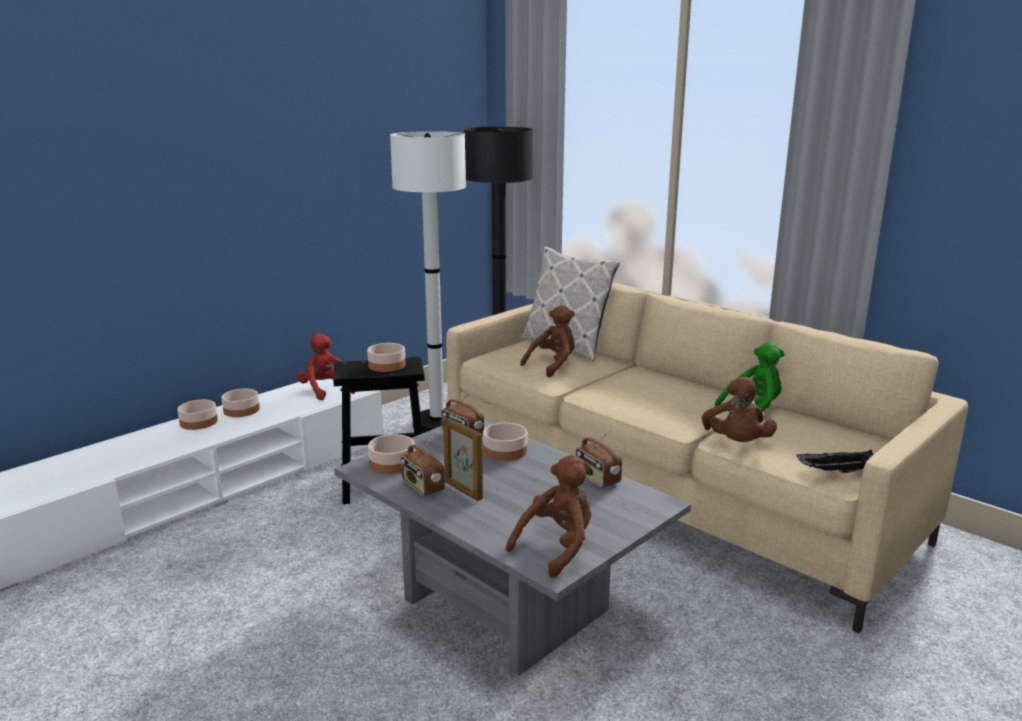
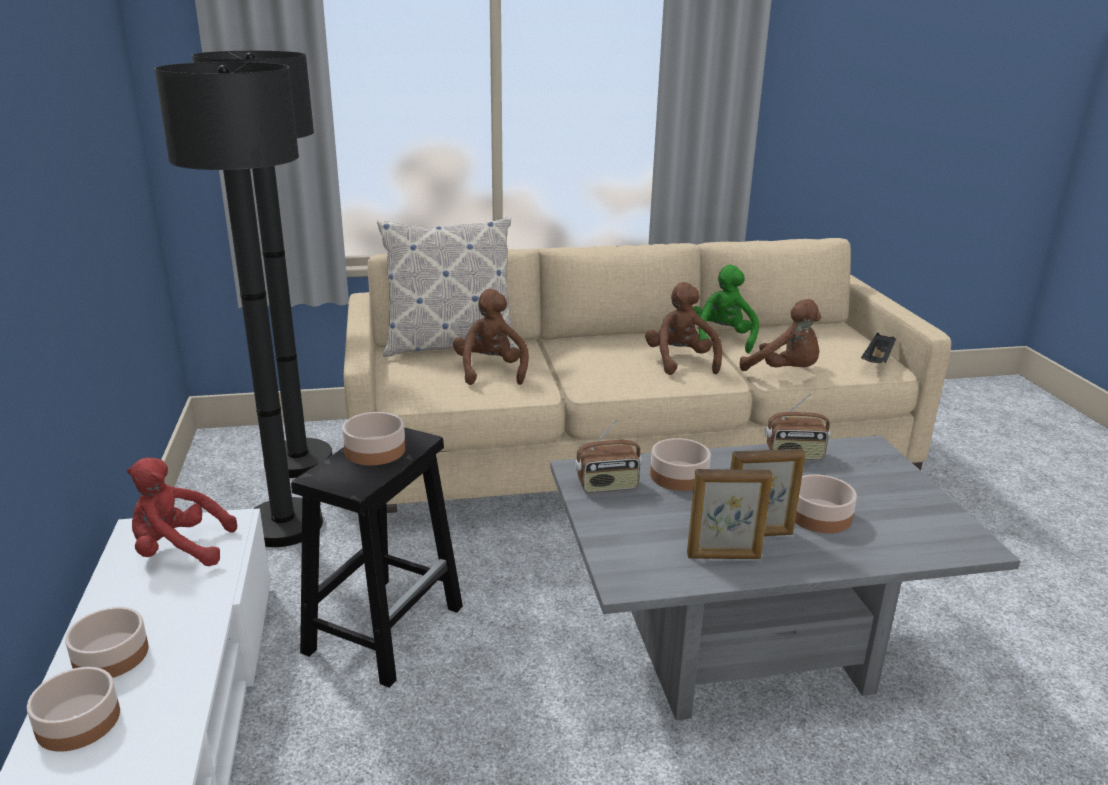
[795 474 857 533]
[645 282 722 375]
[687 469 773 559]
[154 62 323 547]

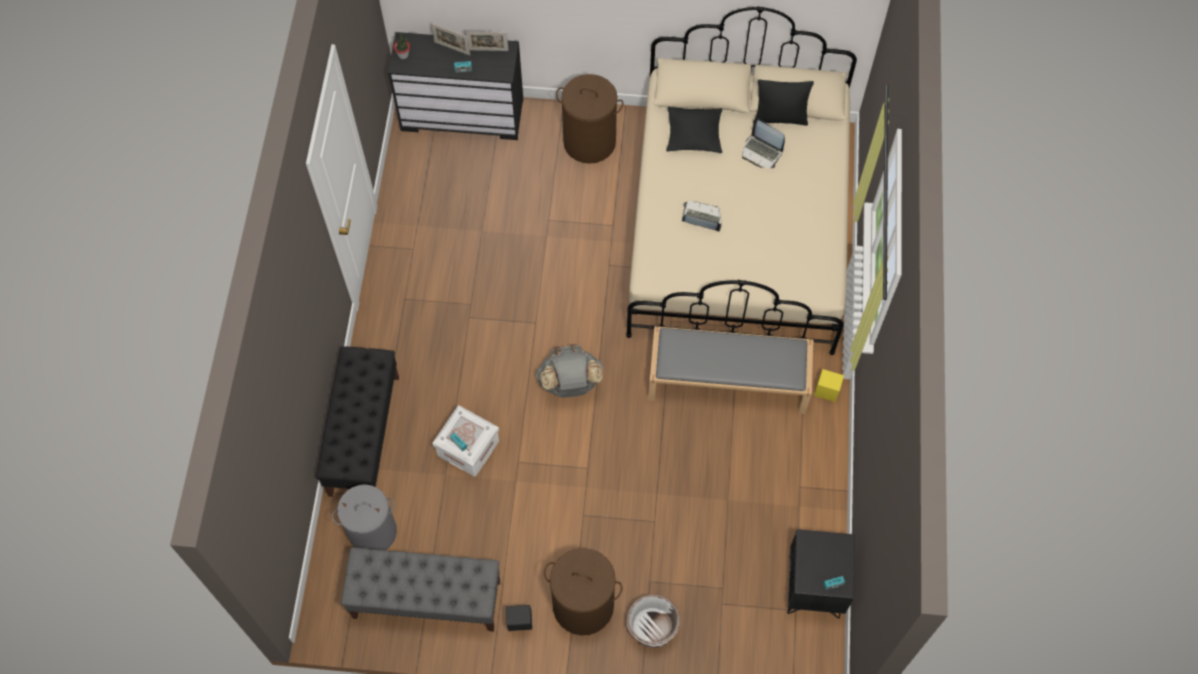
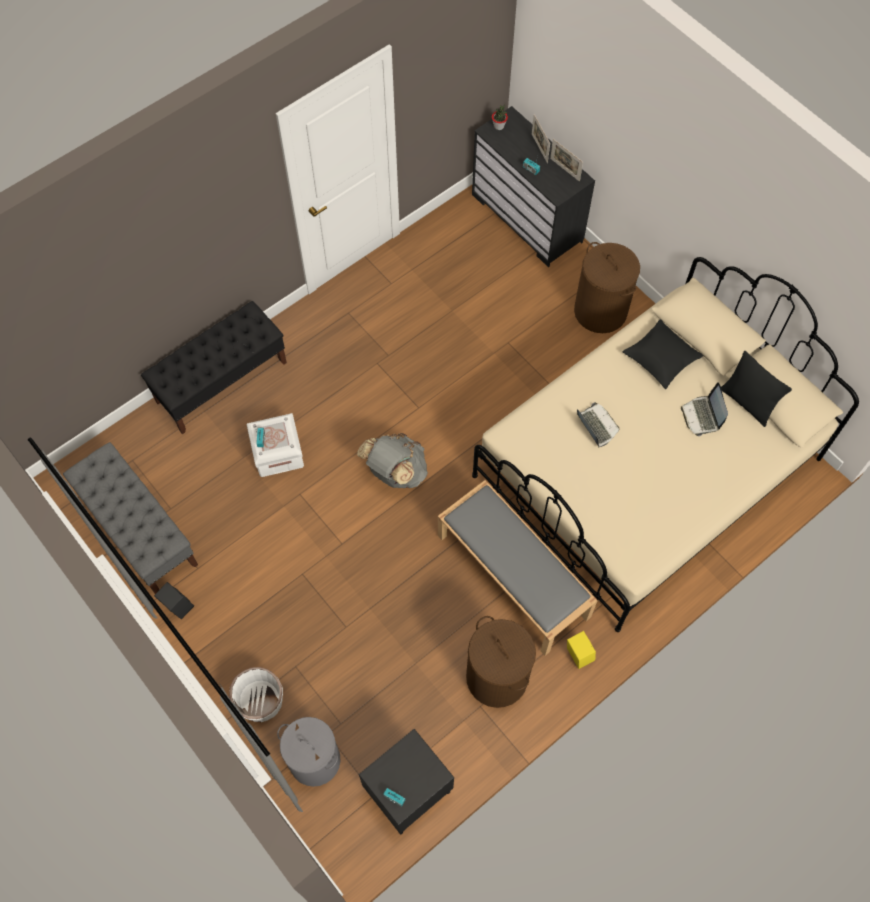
[277 717 341 787]
[466 616 536 708]

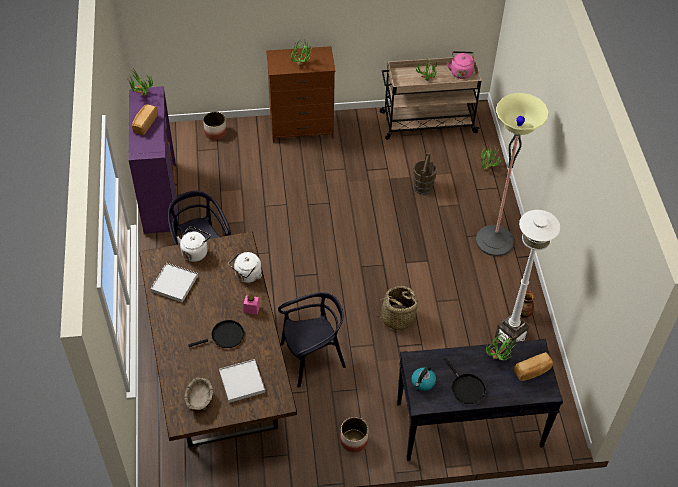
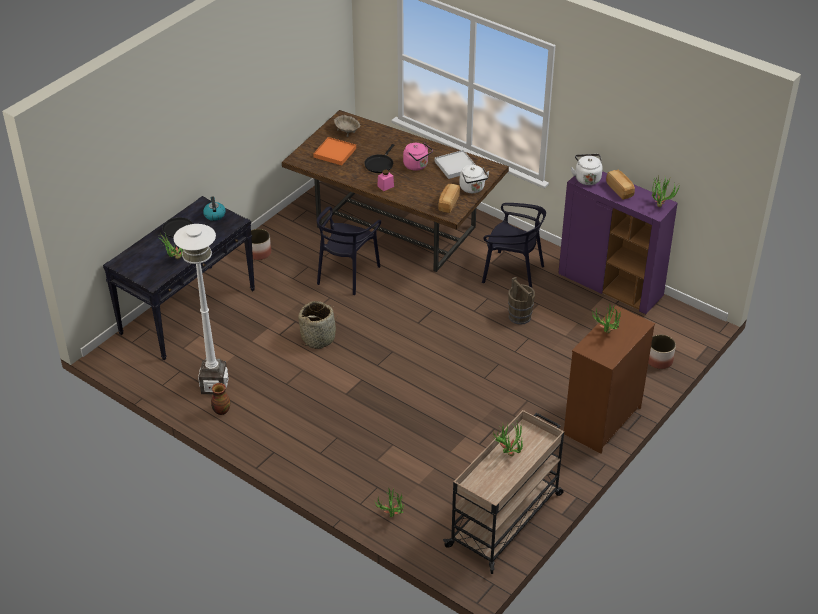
[476 93 549 256] (first image)
[571 154 603 185]
[508 277 535 325]
[403 142 433 171]
[438 184 460 213]
[313 137 356 165]

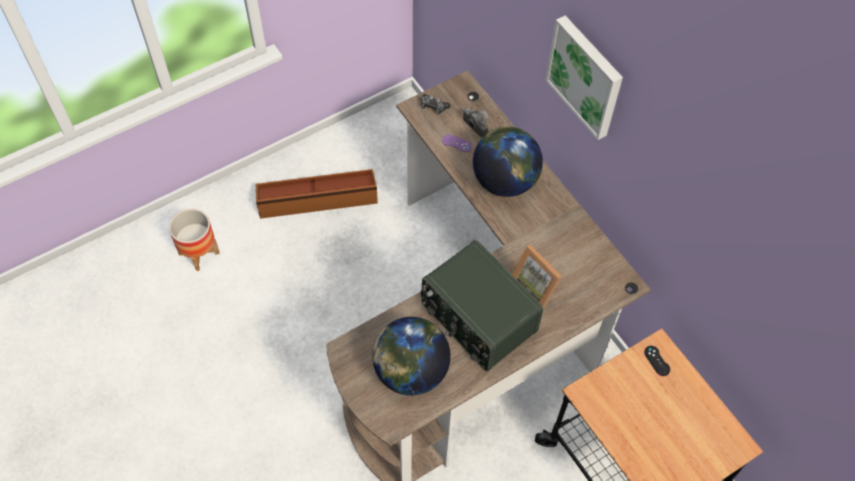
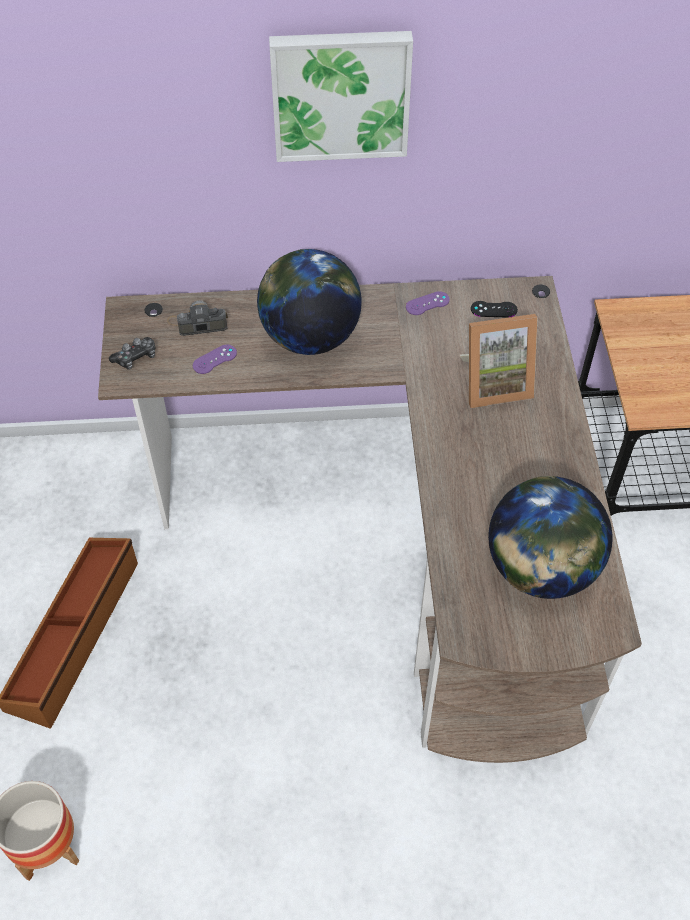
[421 240 543 371] (first image)
[406 291 450 315]
[471 301 518 318]

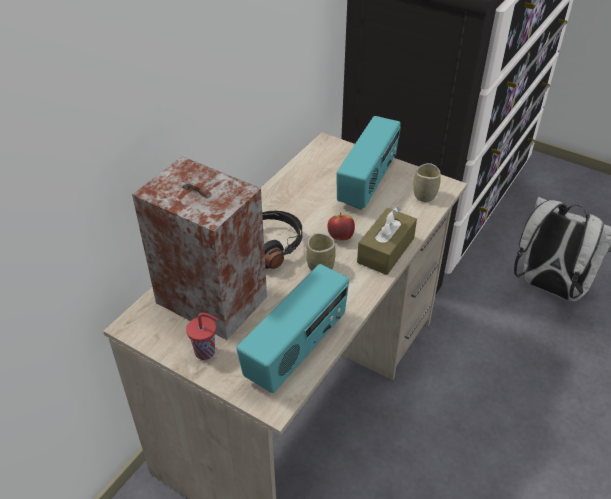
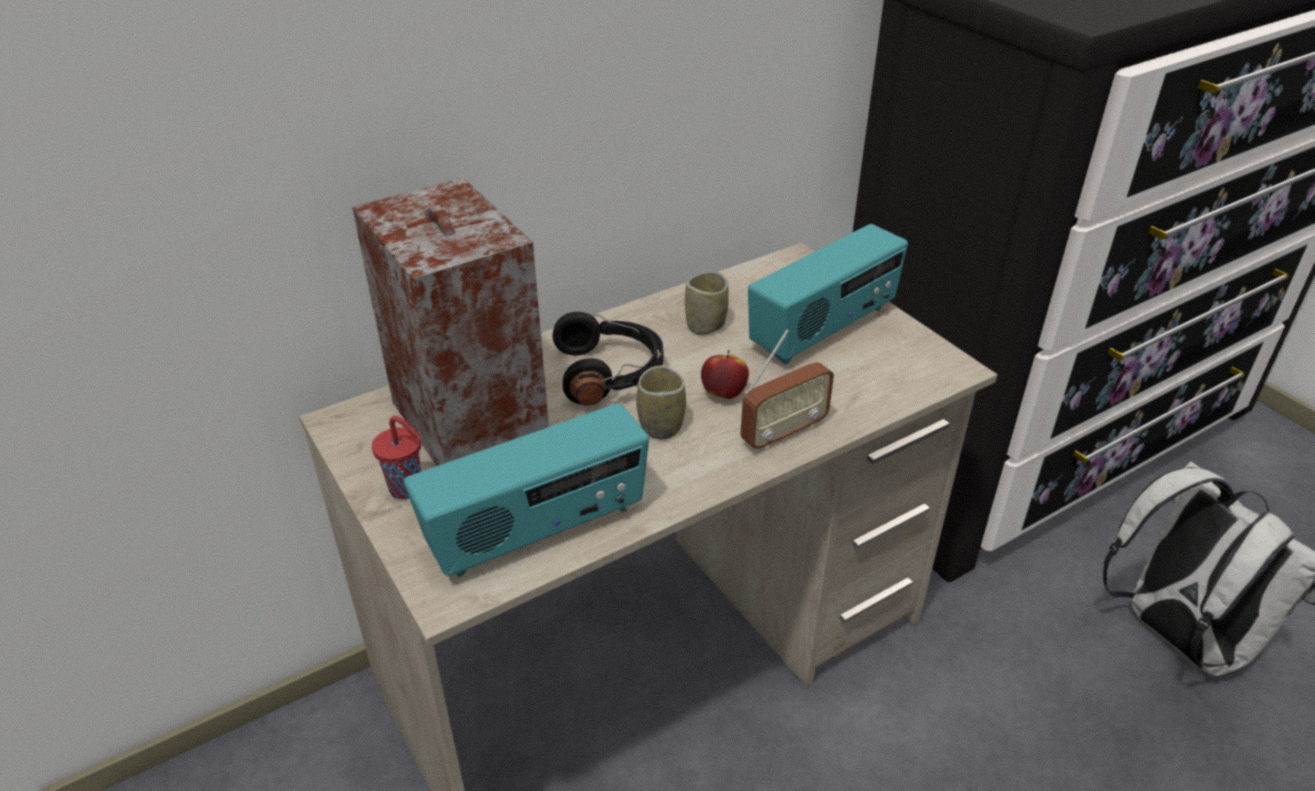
[685 272 729 335]
[740 329 834 451]

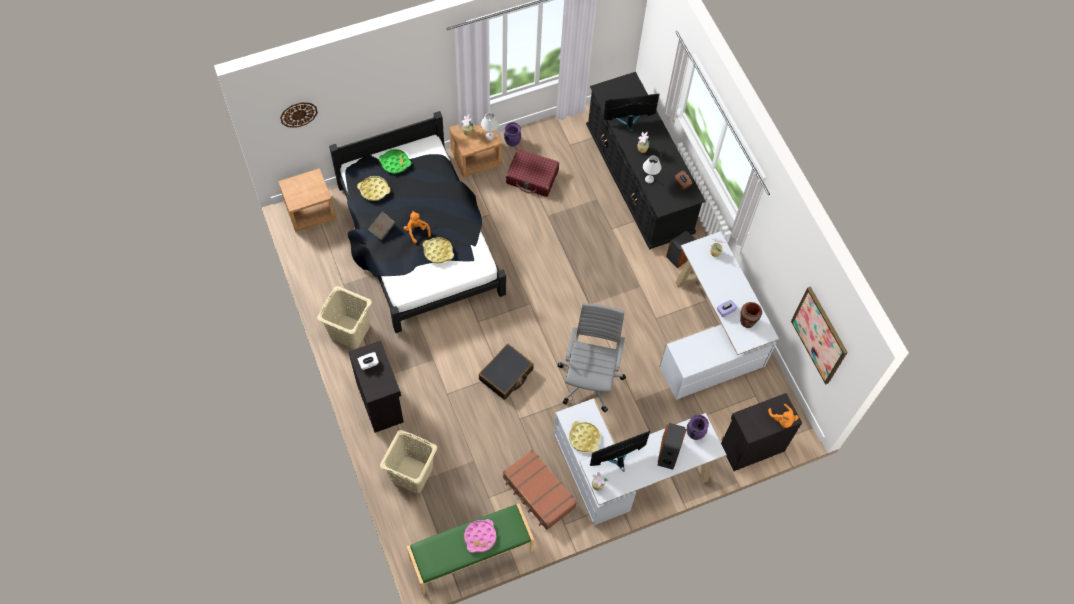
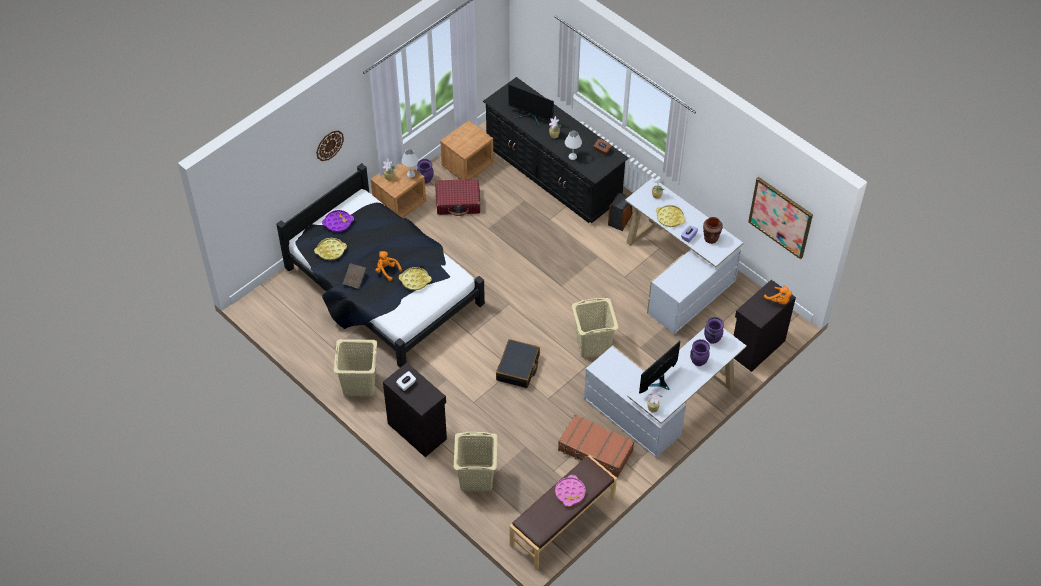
[440 120 494 180]
[316 130 344 161]
[656 205 685 227]
[572 298 618 358]
[690 339 710 366]
[322 210 354 232]
[510 455 617 570]
[508 84 554 129]

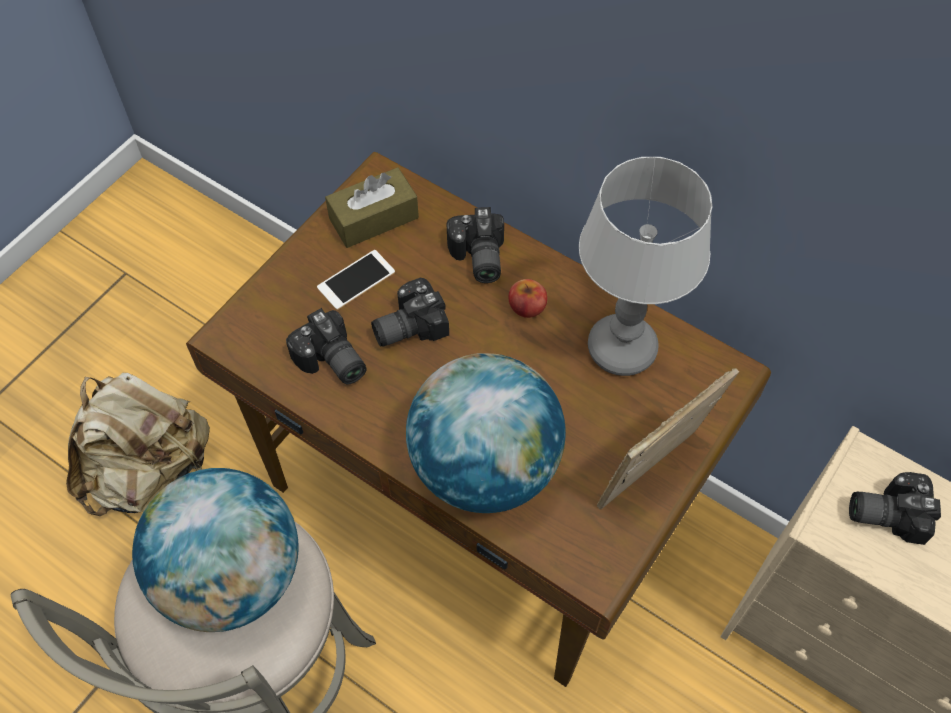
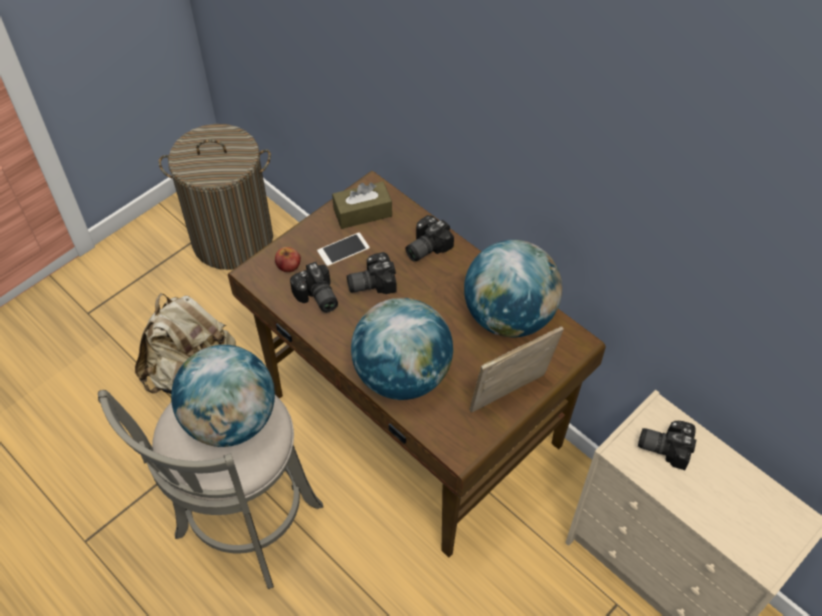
[159 124 273 270]
[275 247 301 272]
[464 240 562 338]
[405 215 454 262]

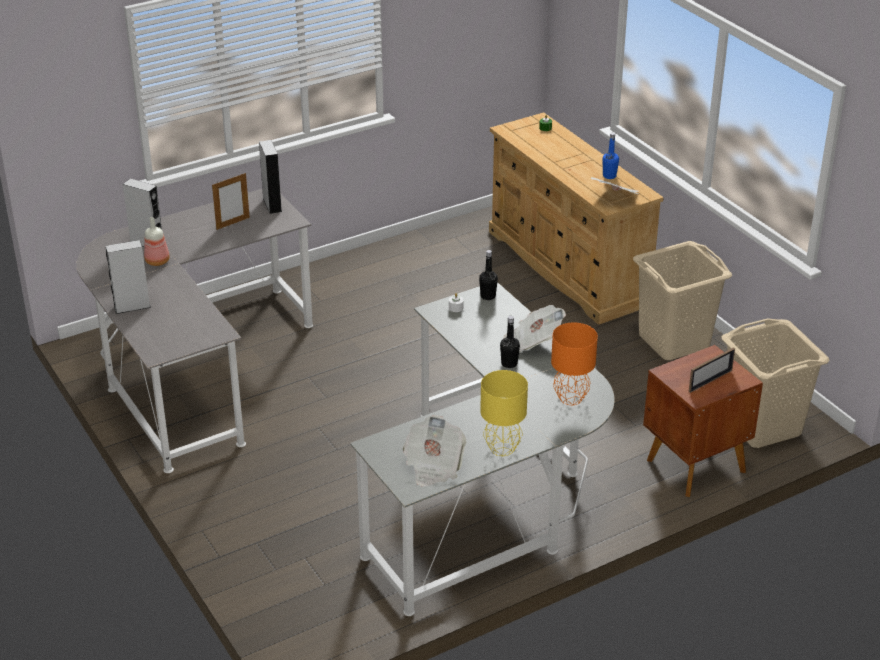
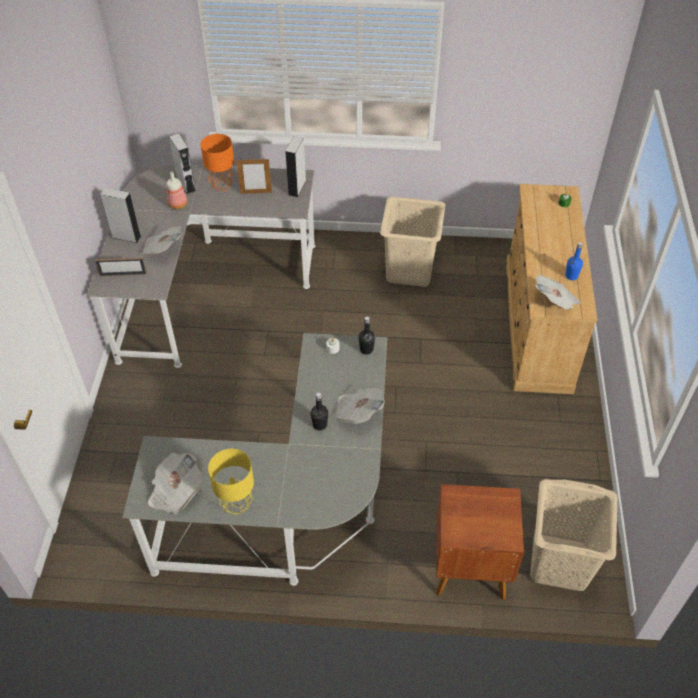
[141 226 181 255]
[200 134 234 192]
[380 196 445 287]
[95 258 147 276]

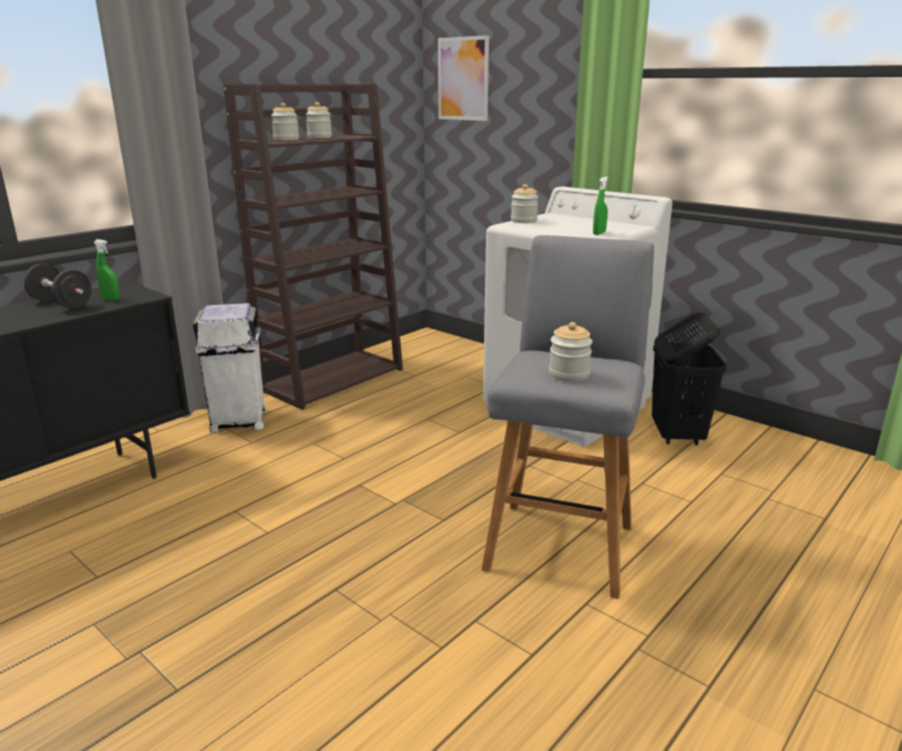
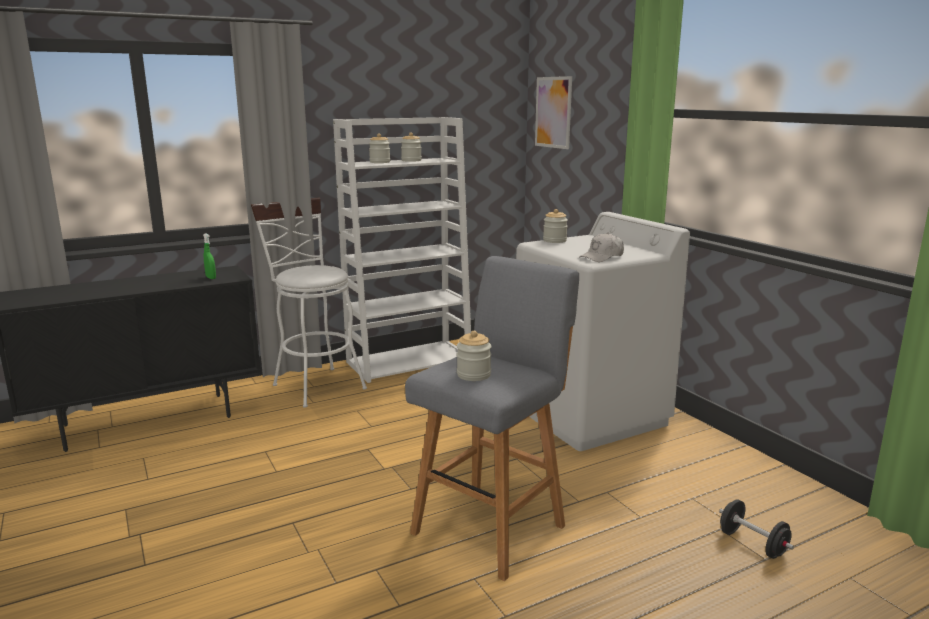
[652 312 727 445] (first image)
[719 499 794 559]
[251 198 367 408]
[579 233 624 262]
[333 117 471 383]

